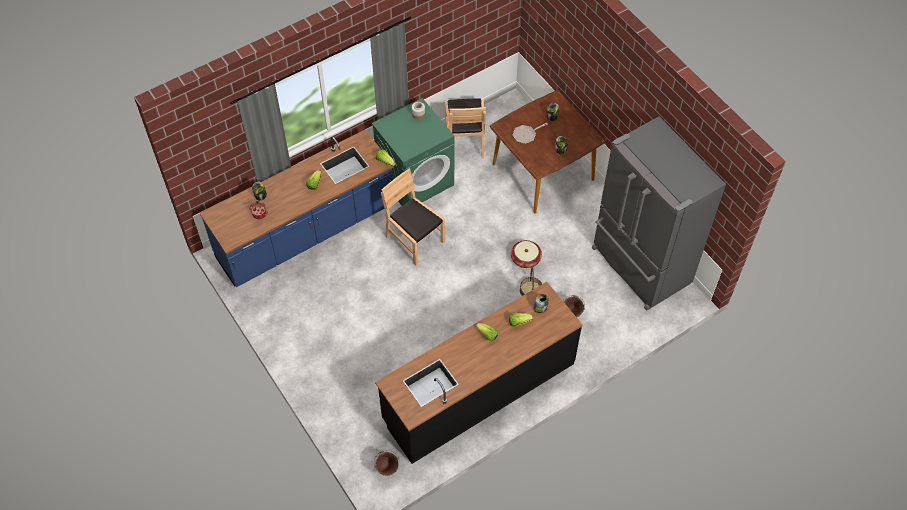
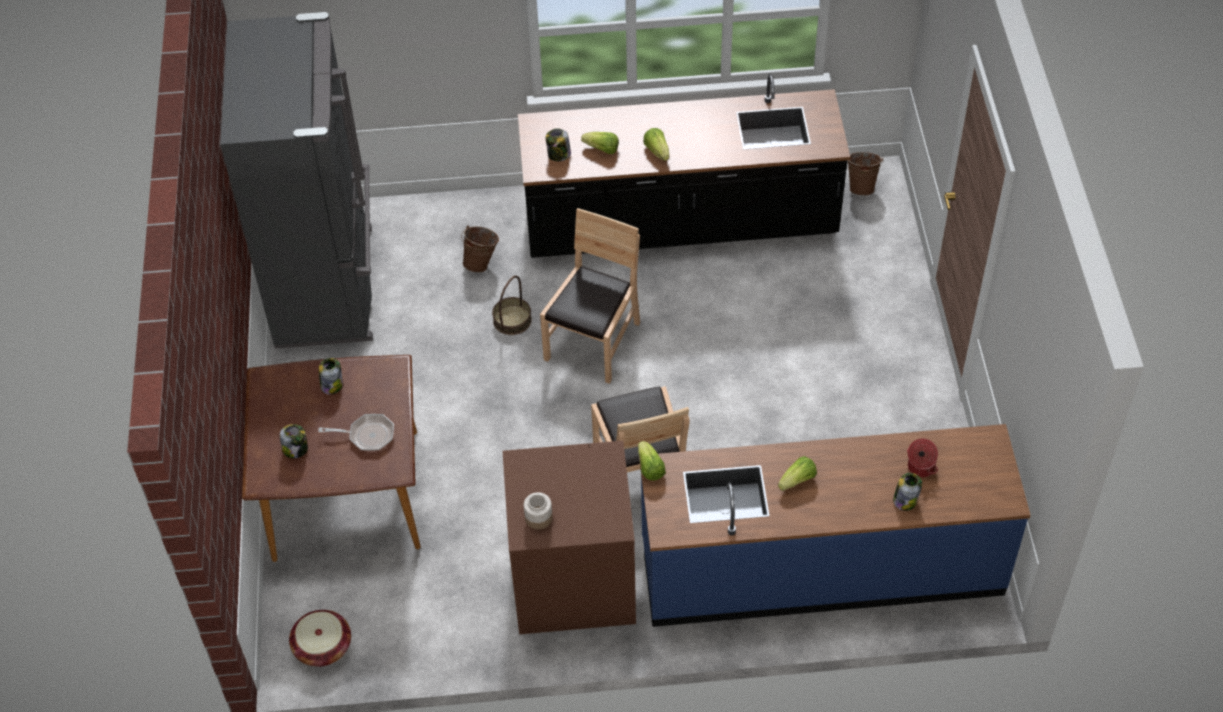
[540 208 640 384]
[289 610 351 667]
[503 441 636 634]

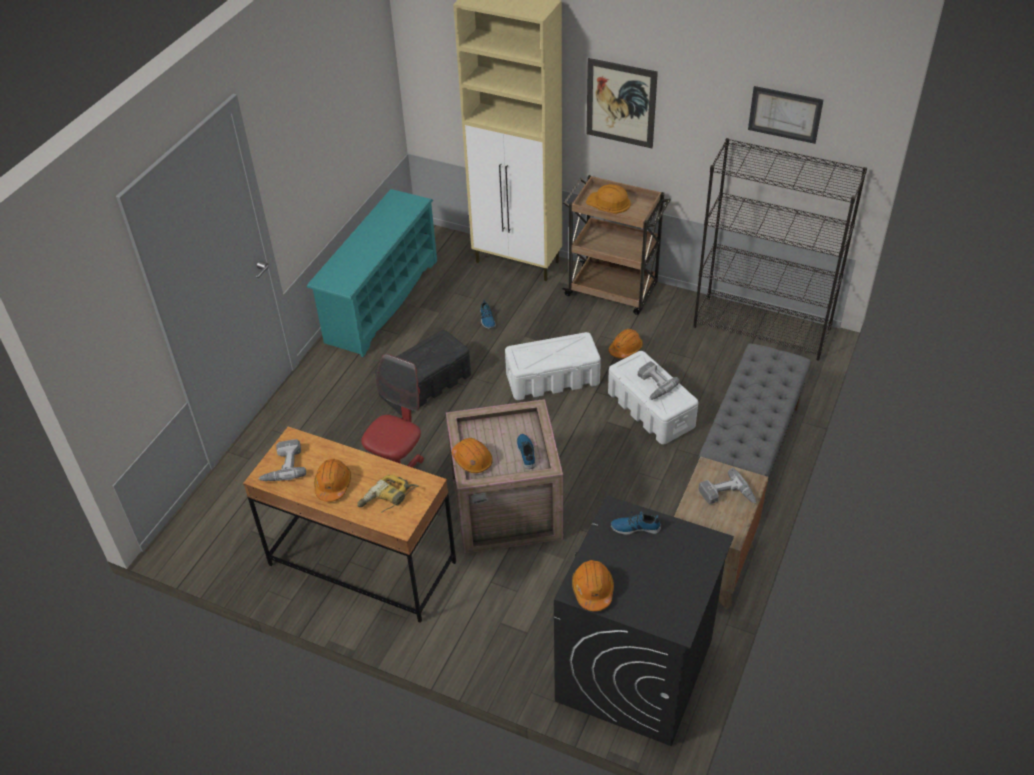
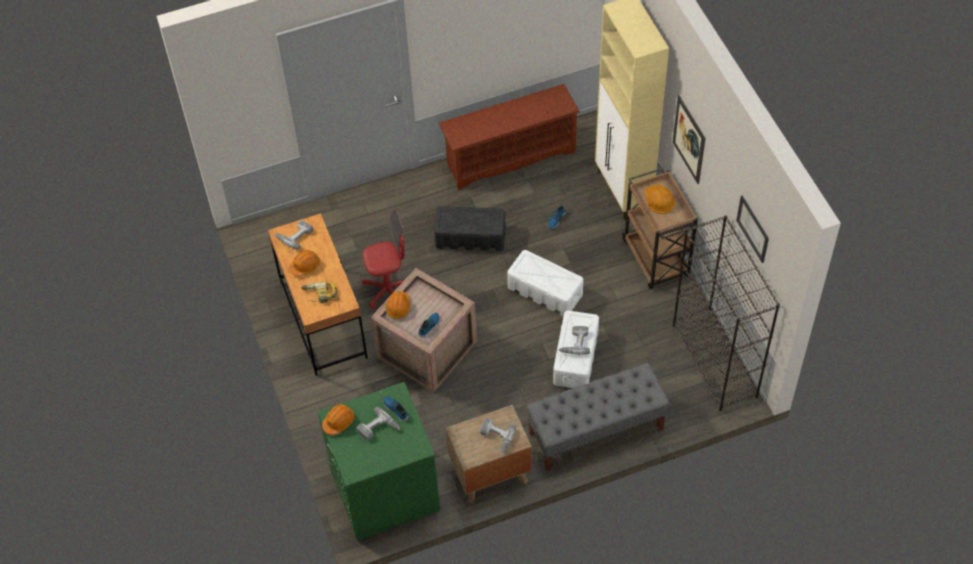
[609 329 643 358] (first image)
[356 407 400 440]
[439 84 580 190]
[318 382 440 541]

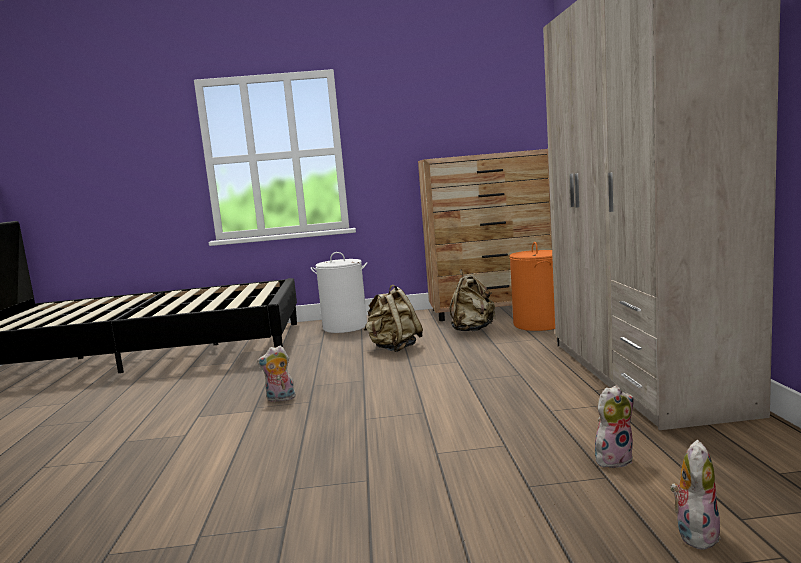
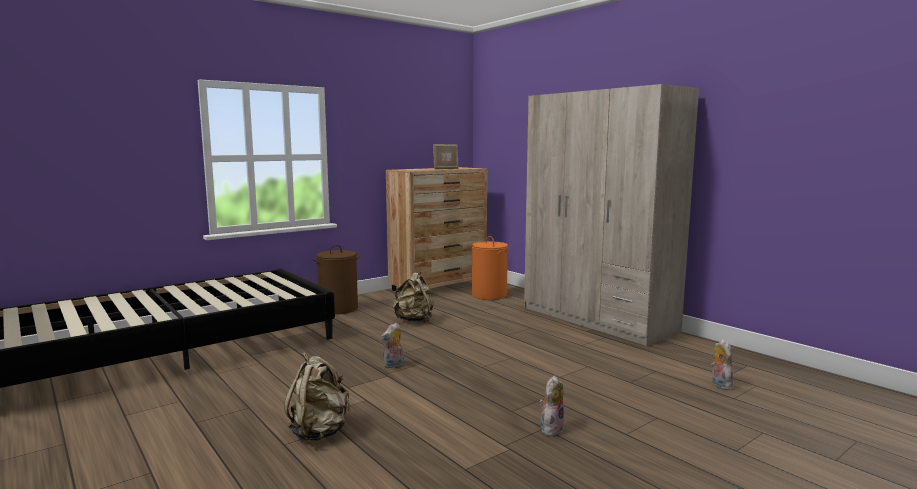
[433 144 459 169]
[284 352 350 441]
[539 376 564 436]
[313 245 360 314]

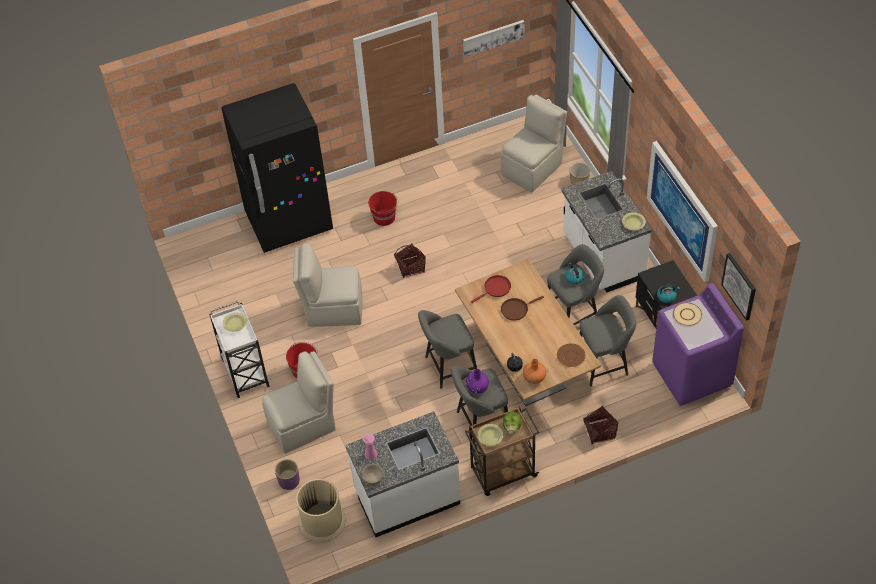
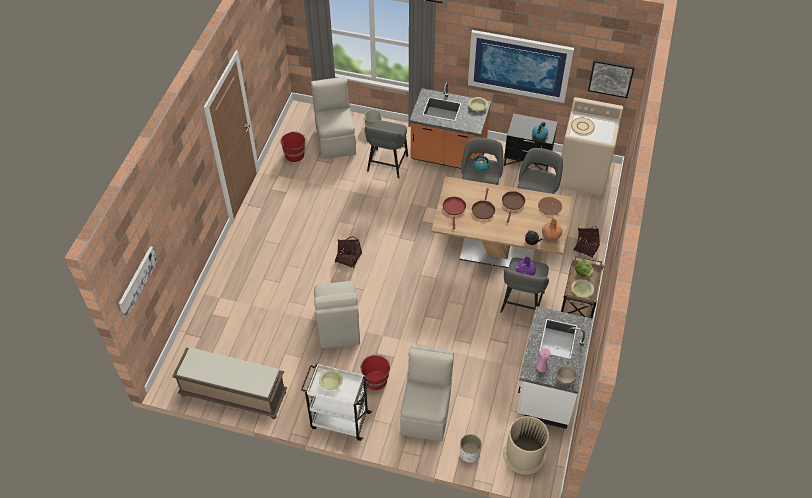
[221 83 333 253] (first image)
[172 348 287 419]
[502 191 525 223]
[281 131 306 162]
[365 120 408 179]
[119 246 158 318]
[460 434 482 463]
[409 82 491 169]
[559 97 623 196]
[314 281 360 349]

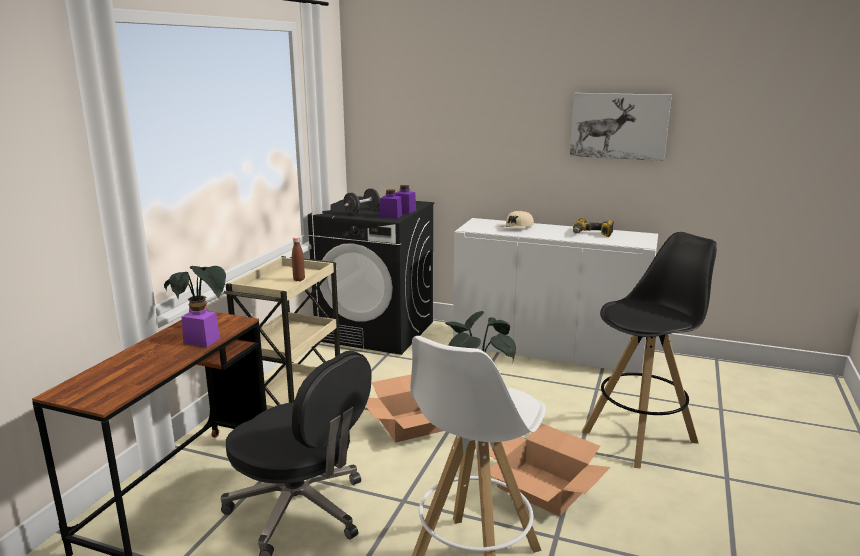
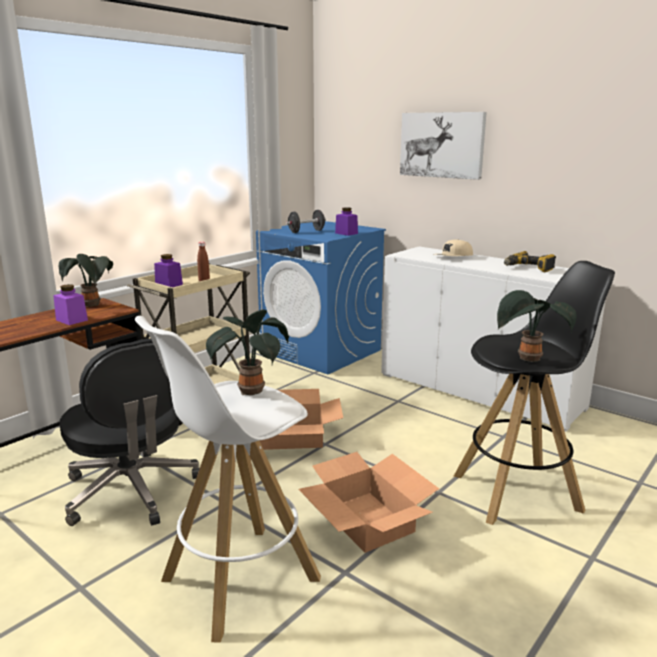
[497 290 576 362]
[154 254 183 287]
[400 112 487 180]
[256 221 386 374]

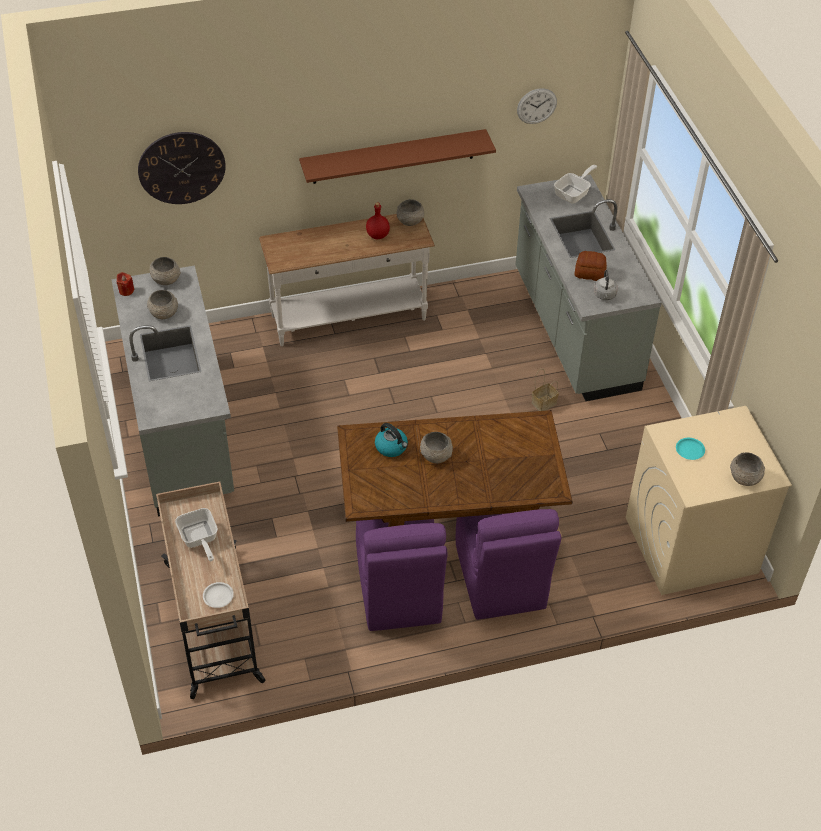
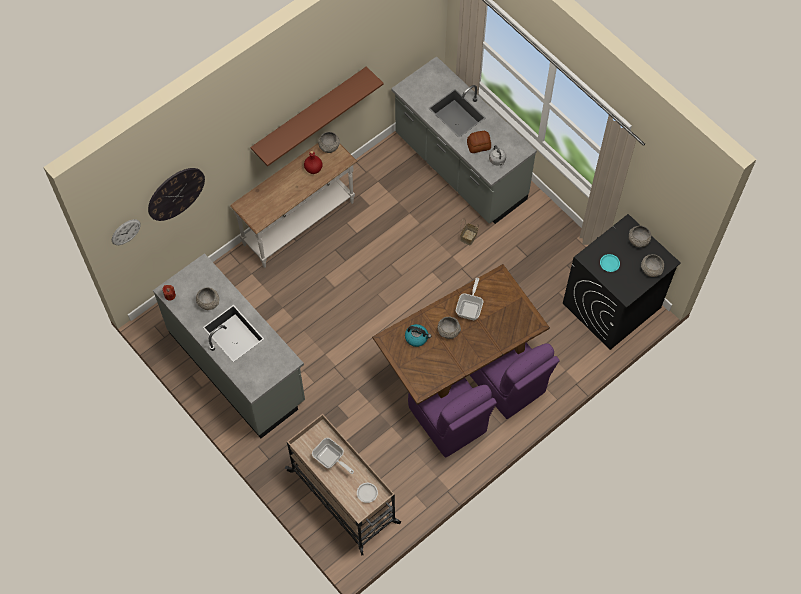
[629 225 651 247]
[112 219 141 245]
[456 278 483 320]
[563 214 681 350]

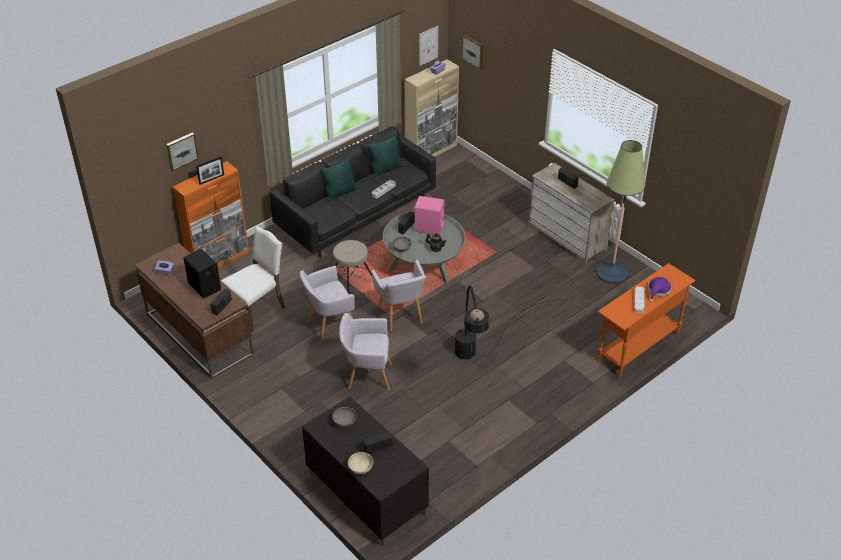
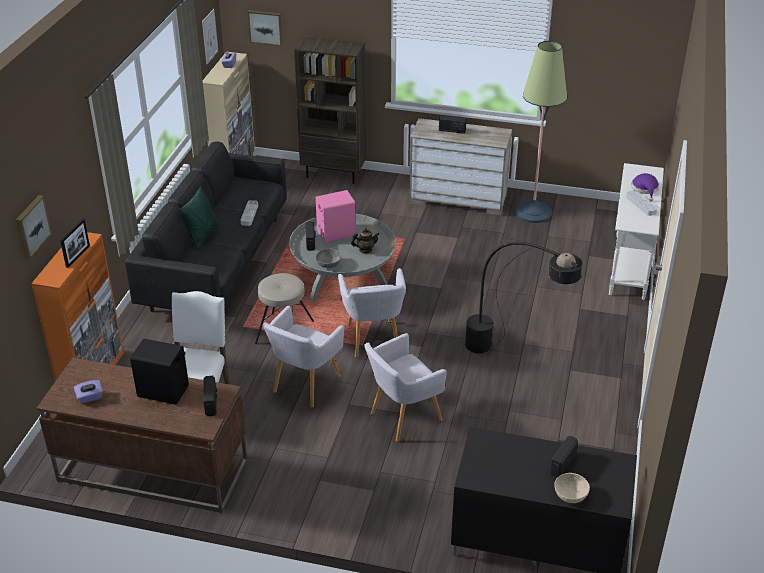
[332 407 357 427] (first image)
[368 135 403 177] (first image)
[294 37 366 184]
[609 163 664 300]
[338 268 406 358]

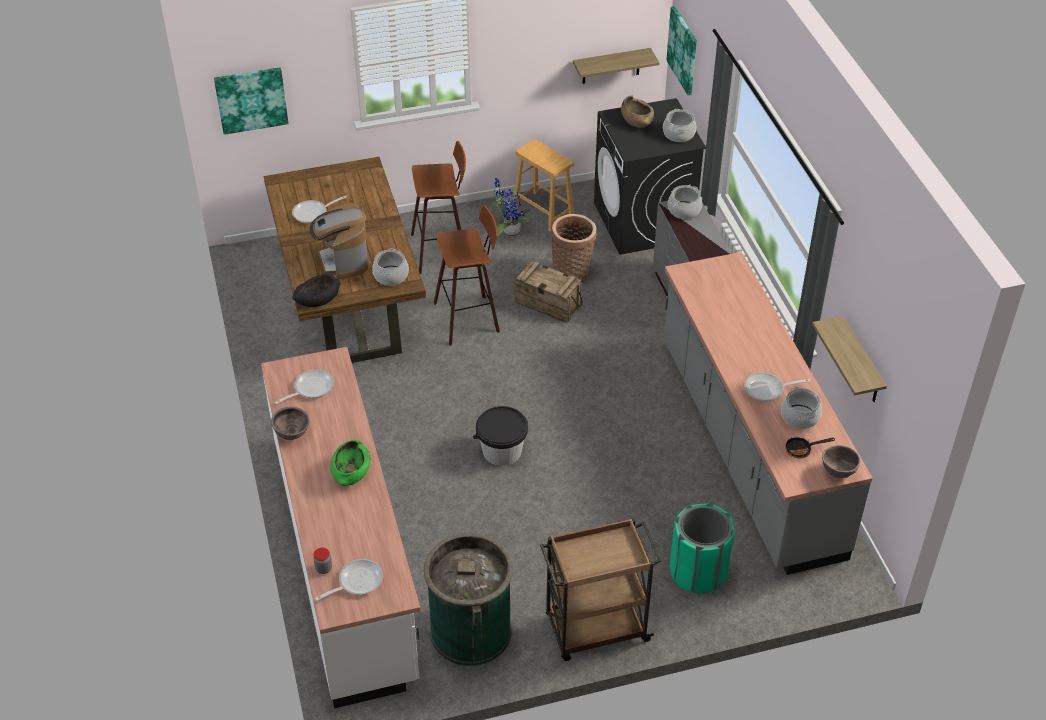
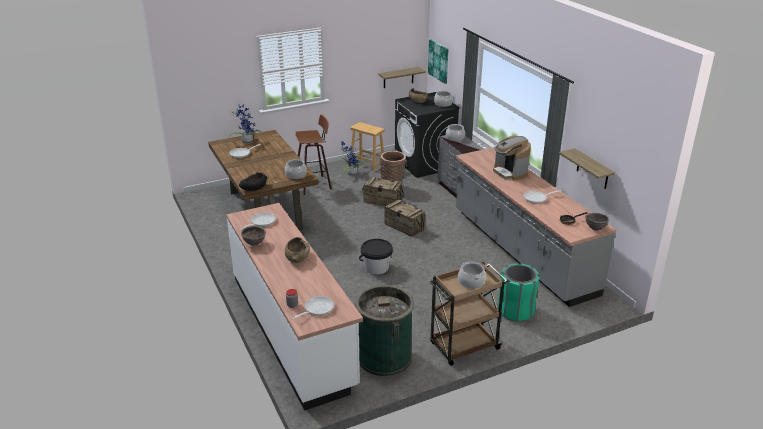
[214 67 289 135] (first image)
[434 205 500 346] (first image)
[229 105 262 144]
[384 200 425 237]
[493 136 531 181]
[458 262 486 289]
[285 237 310 263]

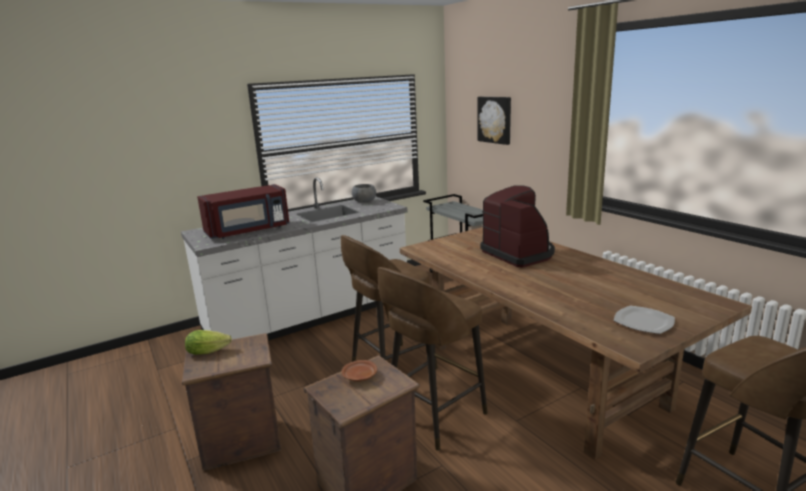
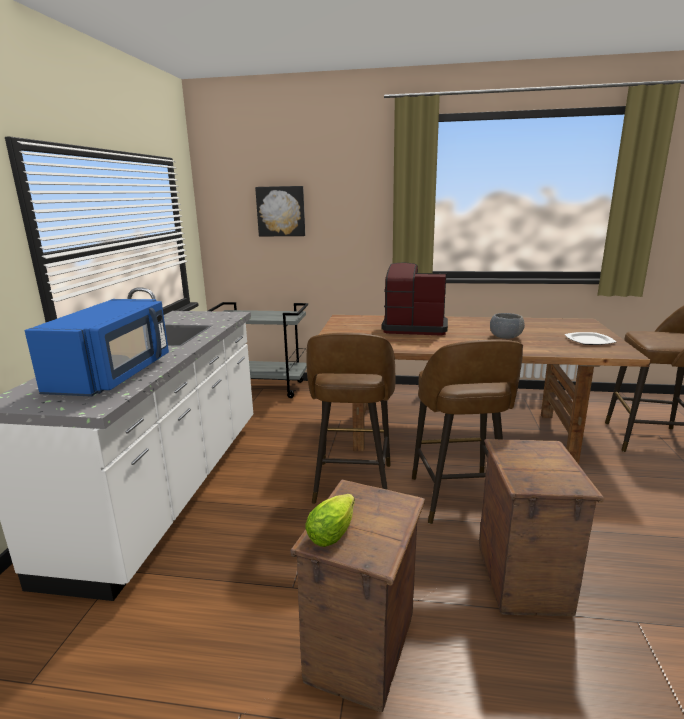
[341 360 377 382] (first image)
[490 313 525 339]
[25 299 169 396]

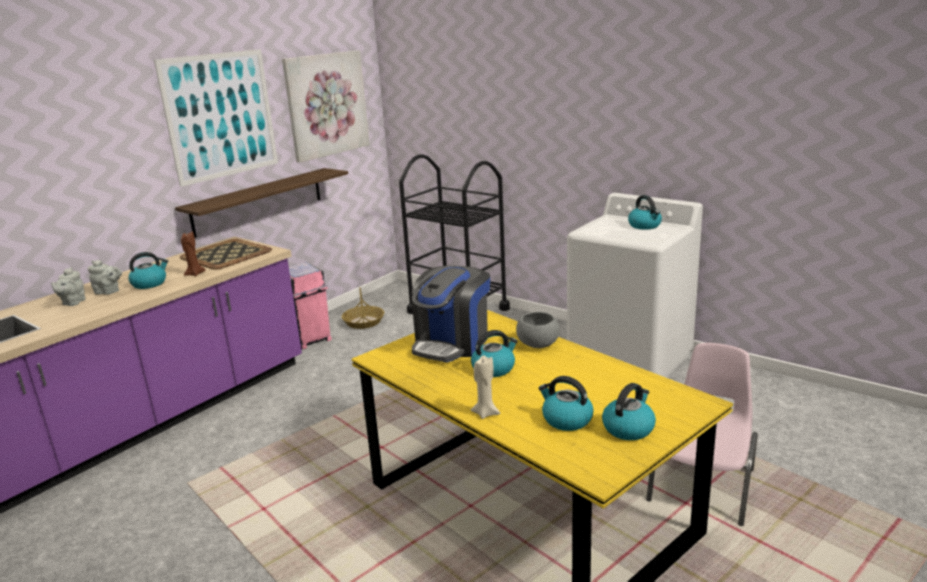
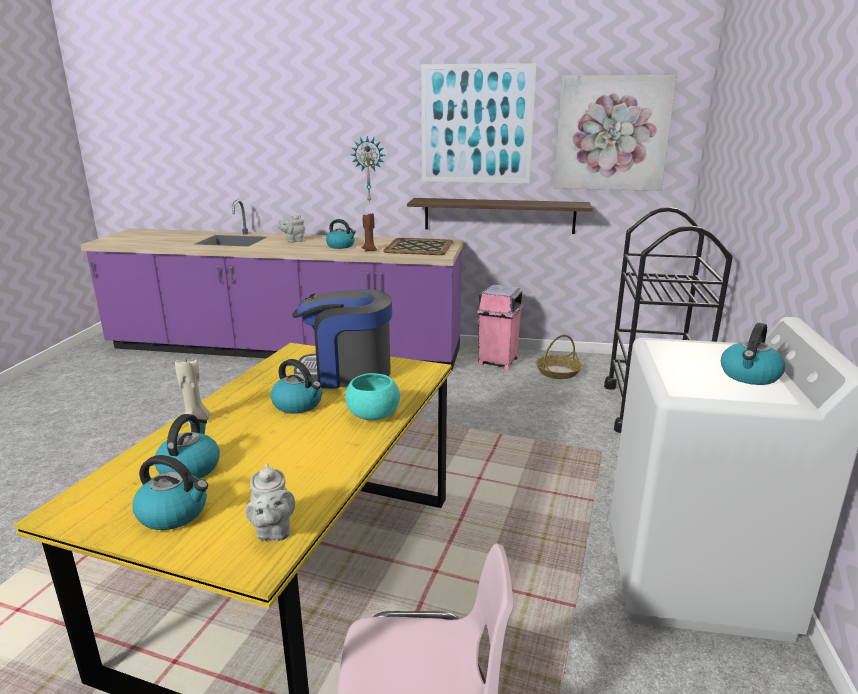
[350 136 385 203]
[245 463 295 541]
[345 373 400 420]

